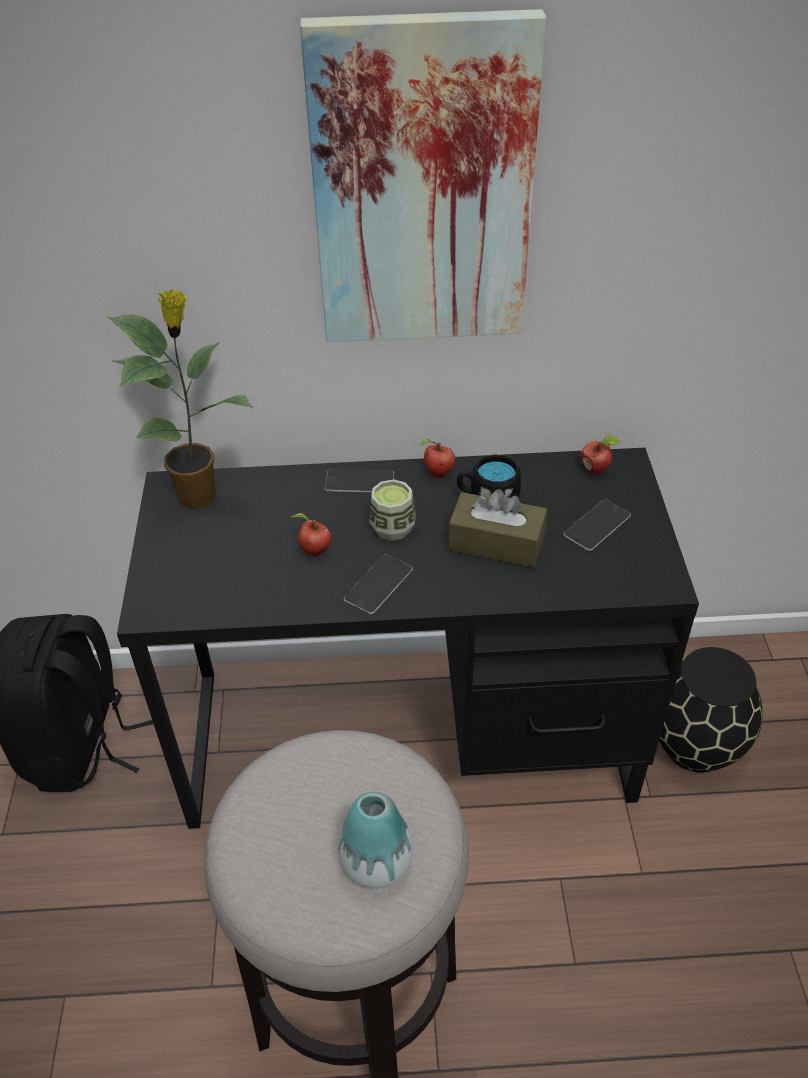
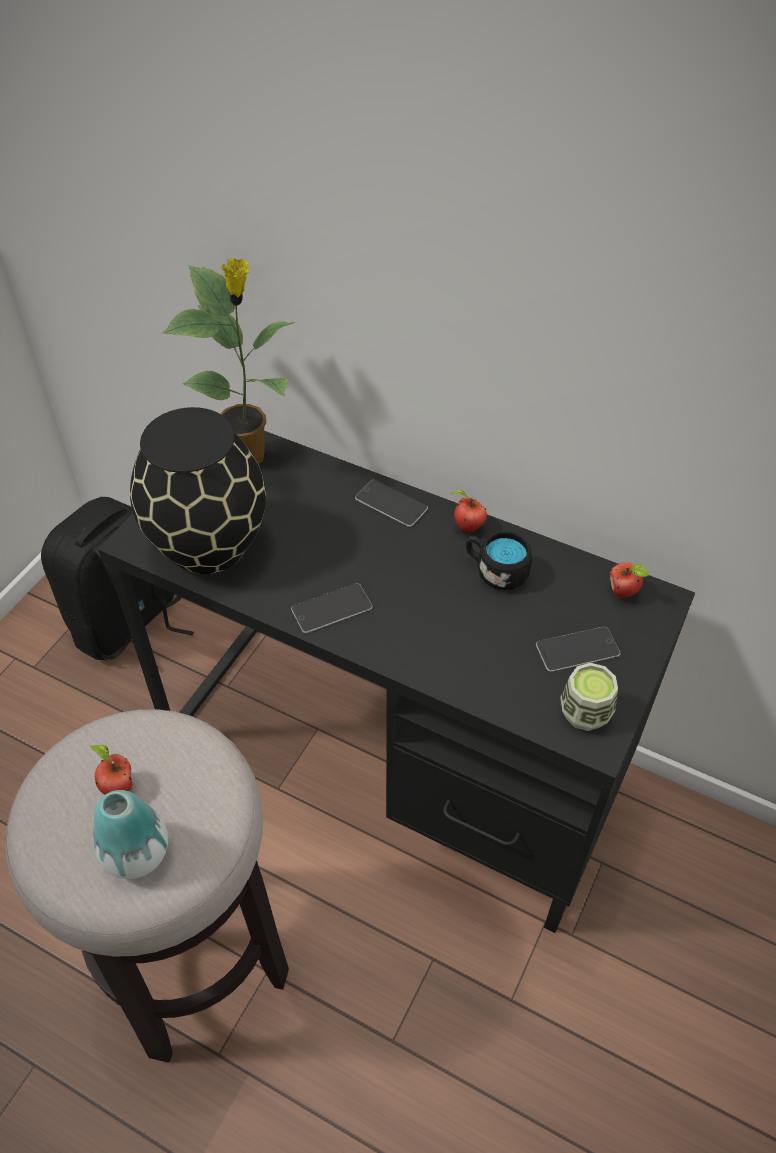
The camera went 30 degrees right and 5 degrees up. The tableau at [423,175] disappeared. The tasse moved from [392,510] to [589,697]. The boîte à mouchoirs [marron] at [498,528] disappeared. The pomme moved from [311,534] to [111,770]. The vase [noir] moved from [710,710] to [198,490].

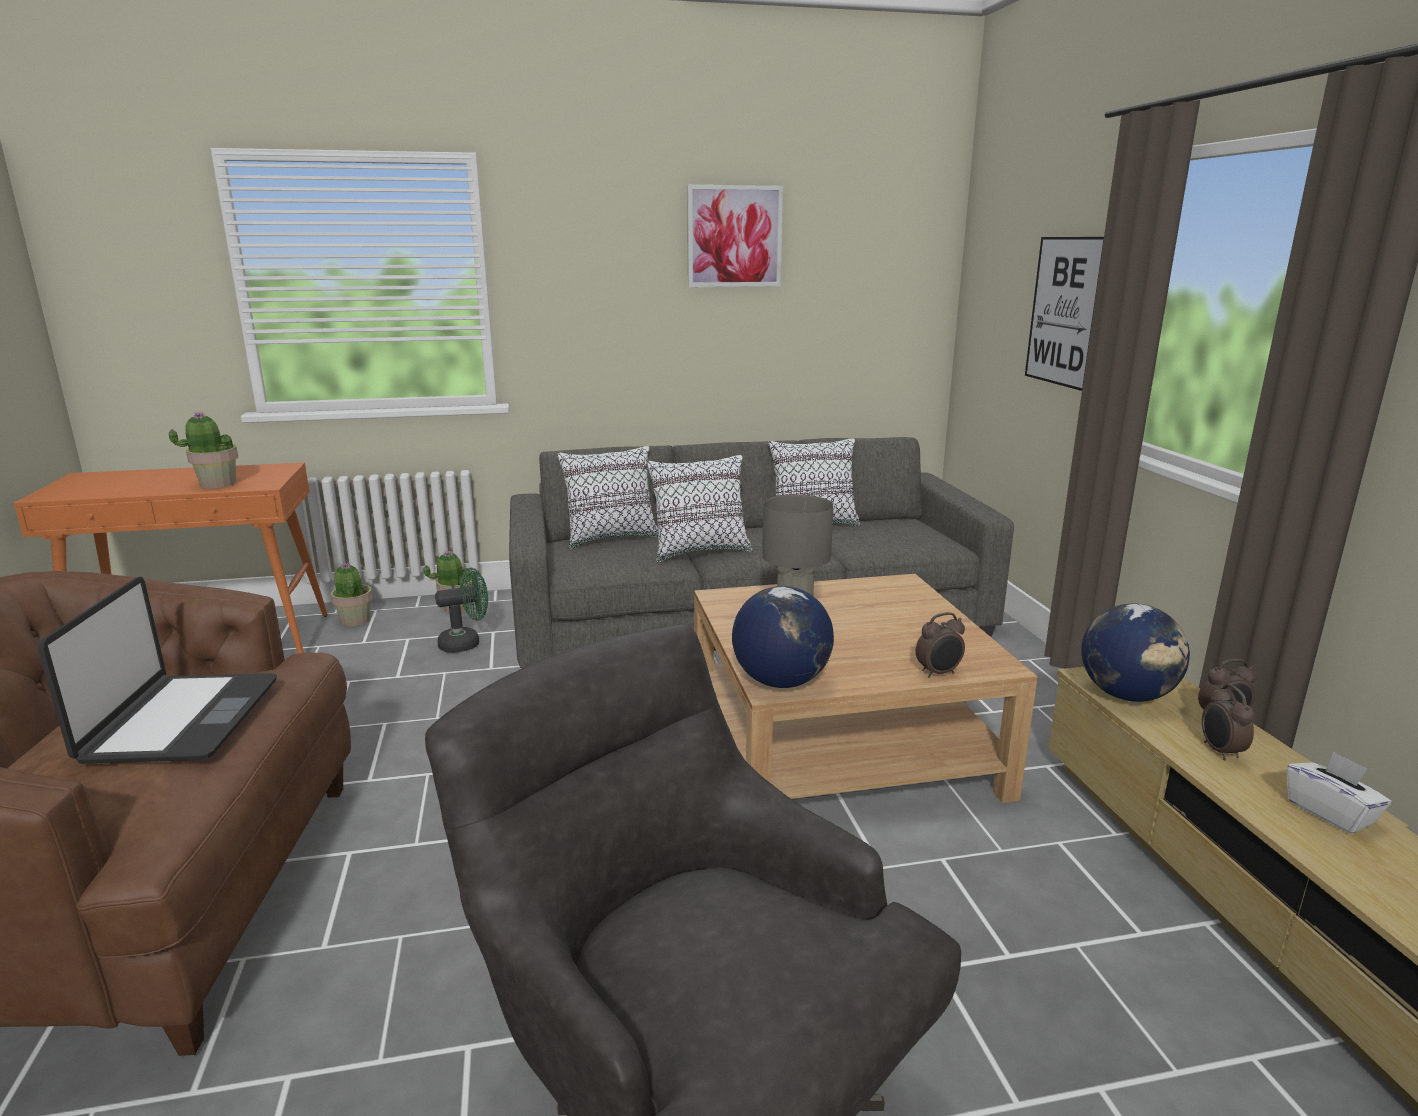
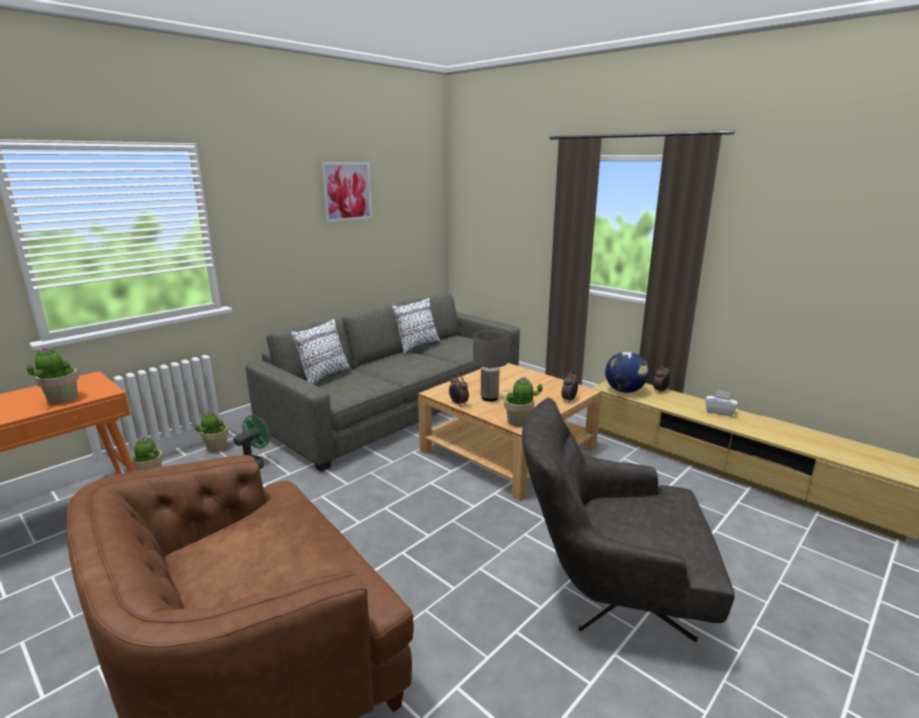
The camera went 35 degrees left and 0 degrees up. The tableau at [1064,314] disappeared. The coussin [blanc] at [699,509] disappeared. The ordinateur portable at [157,670] disappeared. The globe at [783,637] was replaced by the plante en pot at [523,401]. The réveil moved from [1228,722] to [459,391].

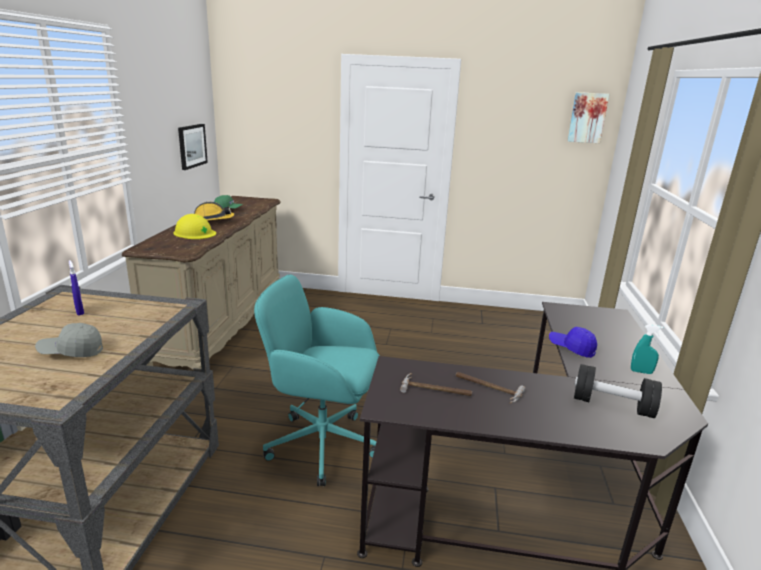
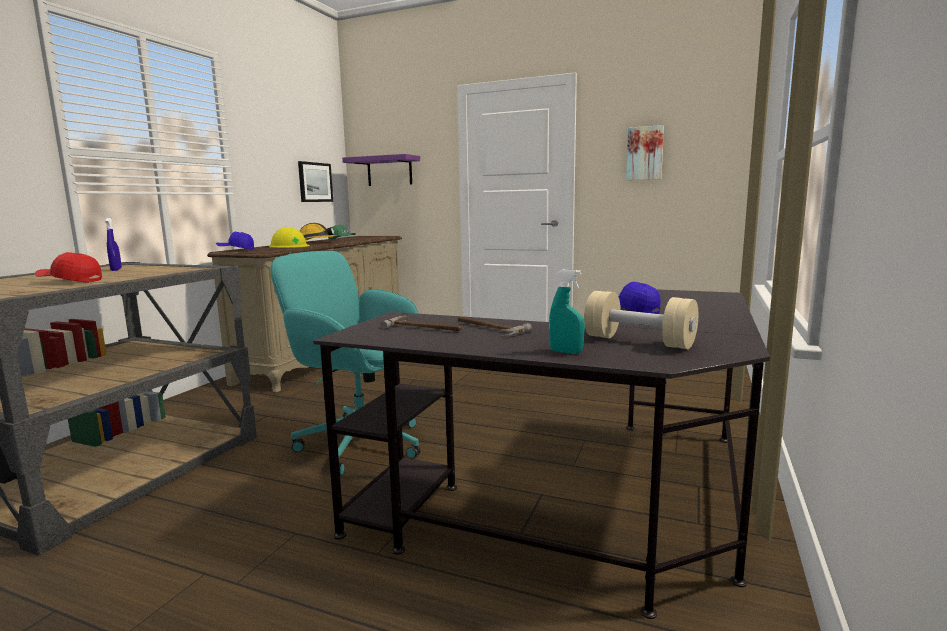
The camera went 15 degrees right and 10 degrees down. The tableau moved from [588,117] to [645,152]. The casquette [gris] at [69,340] became the casquette [rouge] at [68,267]. The vaporisateur [turquoise] moved from [647,349] to [567,312]. The haltère [noir] at [618,391] became the haltère [beige] at [641,320]. The étagère [violet] at [381,170] appeared. The casquette [bleu] at [235,241] appeared.

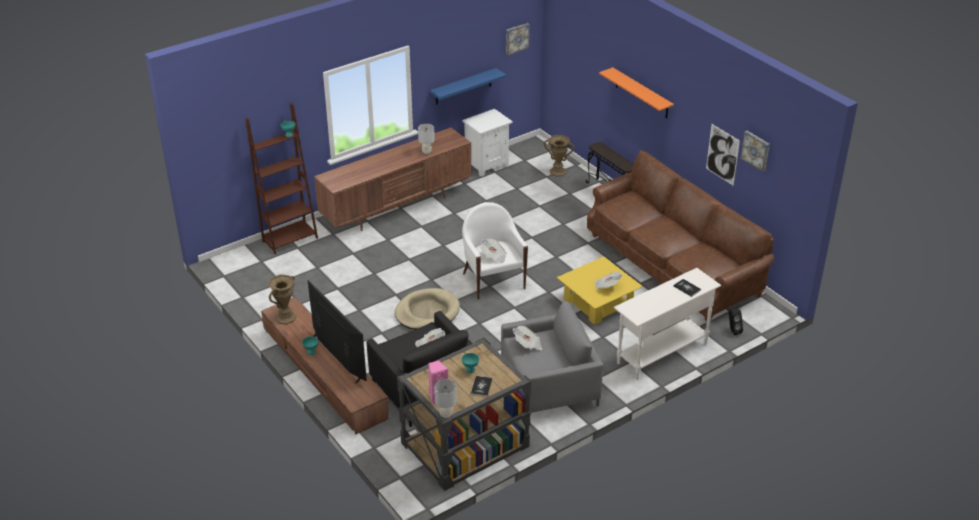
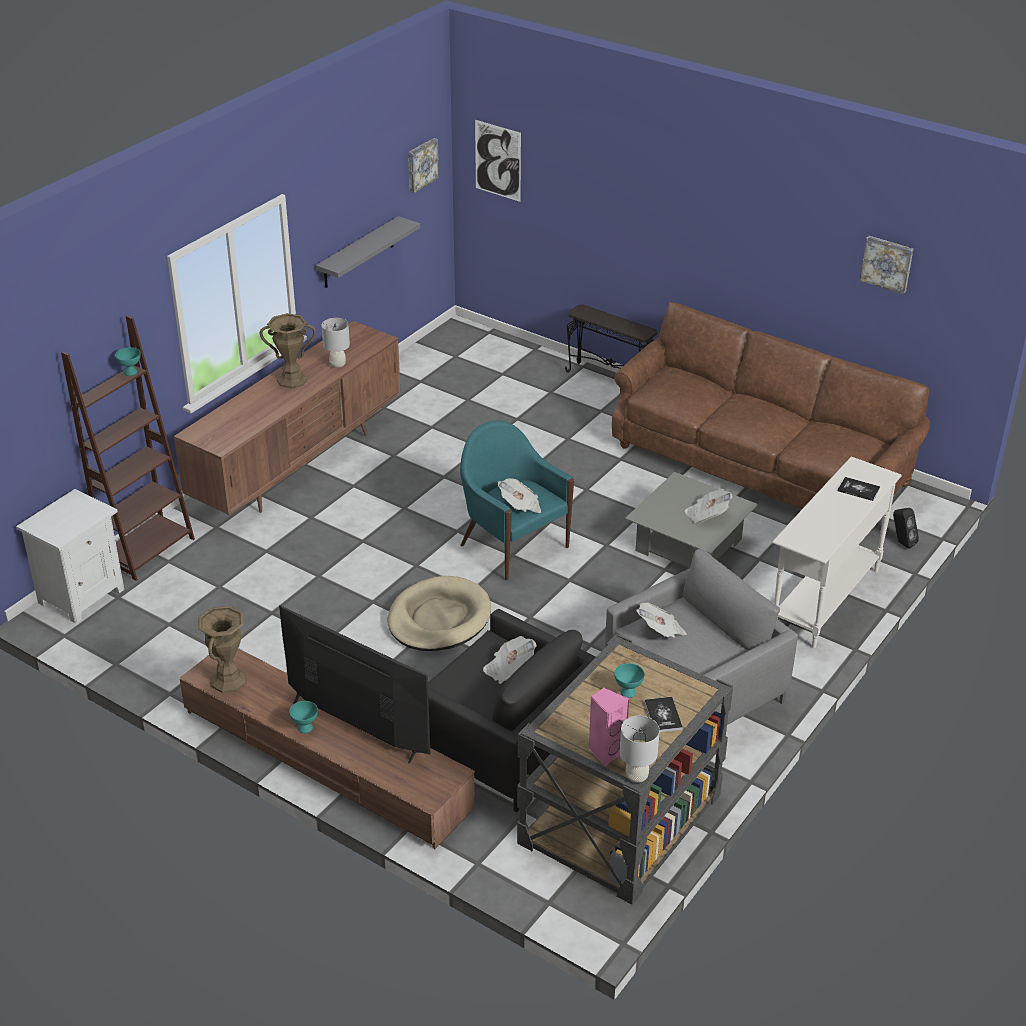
The camera went 20 degrees left and 0 degrees up. The étagère [orange] at [636,92] disappeared. The étagère [bleu] at [468,86] became the étagère [gris] at [368,252]. The table de chevet [blanc] moved from [487,142] to [70,556]. The tableau moved from [723,155] to [498,161]. The vase [marron] moved from [559,156] to [287,350]. The fauteuil [blanc] at [495,251] became the fauteuil [turquoise] at [517,500]. The table basse [jaune] at [600,290] became the table basse [gris] at [691,520].

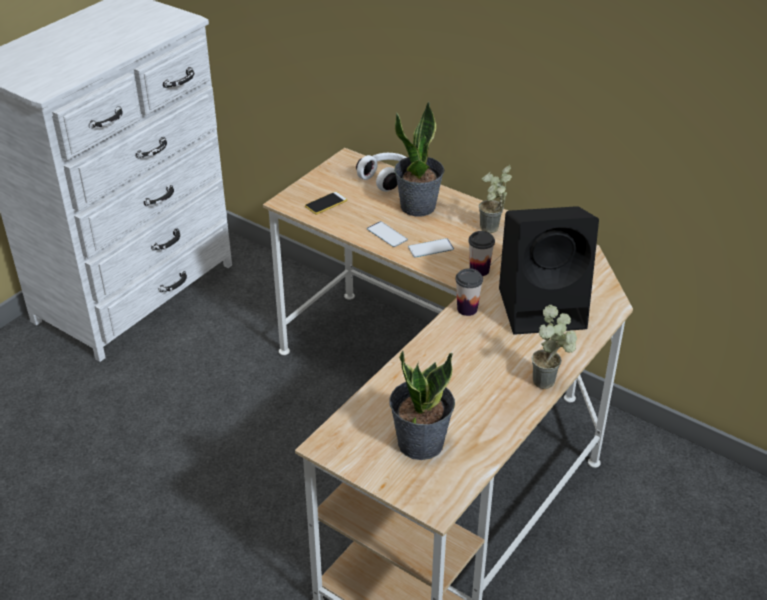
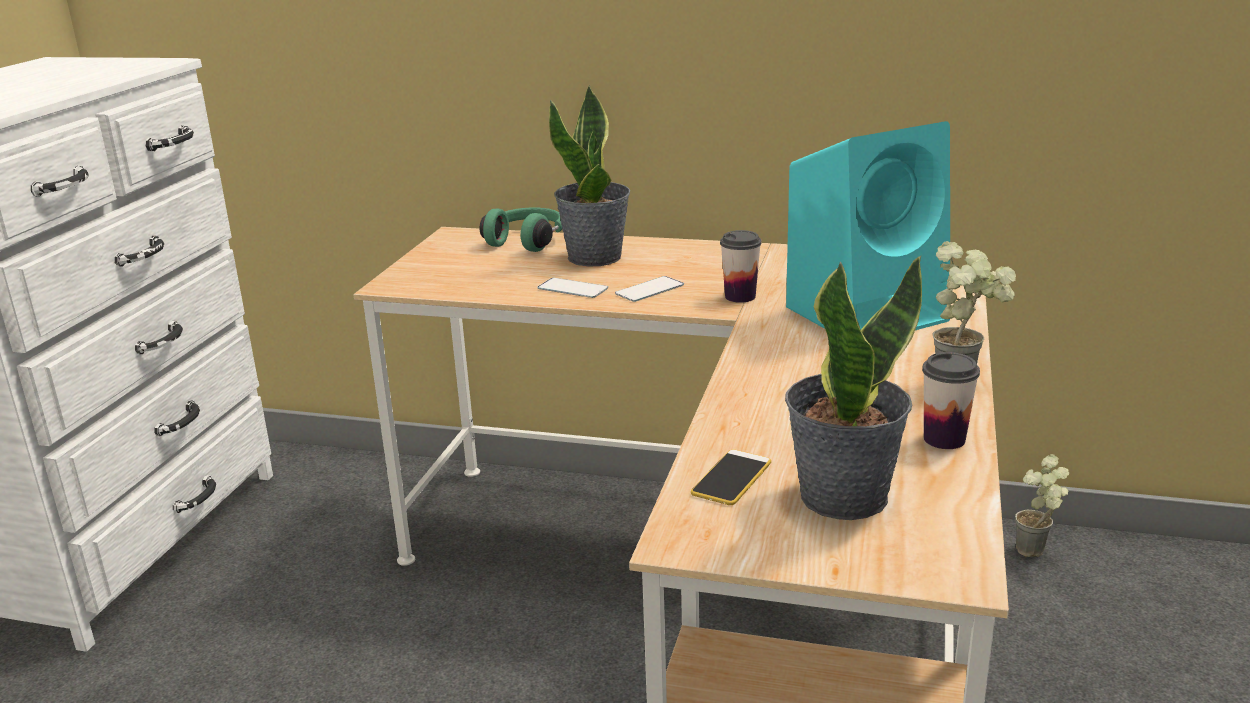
The camera went 20 degrees left and 15 degrees down. The casque audio [blanc] at [381,172] became the casque audio [vert] at [521,230]. The plante en pot moved from [495,199] to [1042,505]. The téléphone moved from [326,203] to [731,477]. The enceinte [noir] at [549,270] became the enceinte [turquoise] at [868,225]. The tasse moved from [469,292] to [951,400].

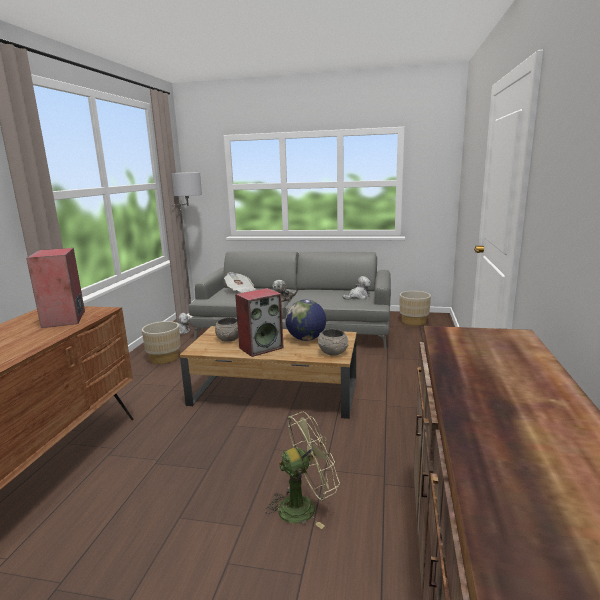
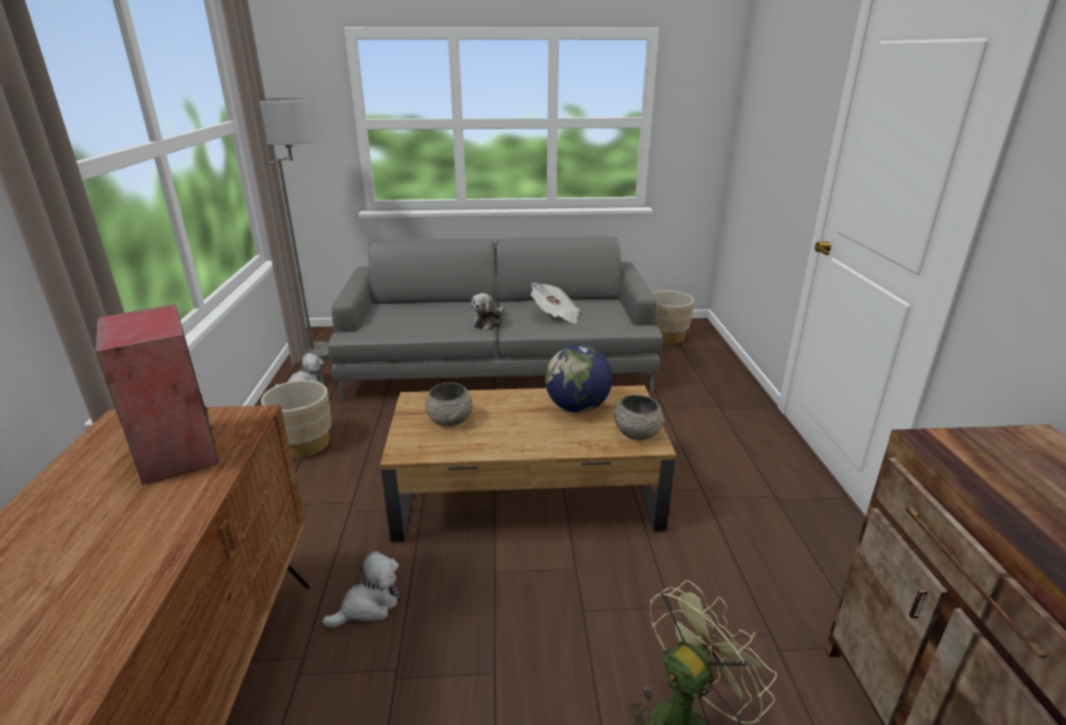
The camera went 15 degrees left and 10 degrees up. The journal moved from [240,282] to [555,303]. The peluche moved from [357,288] to [360,589]. The enceinte at [259,322] disappeared.

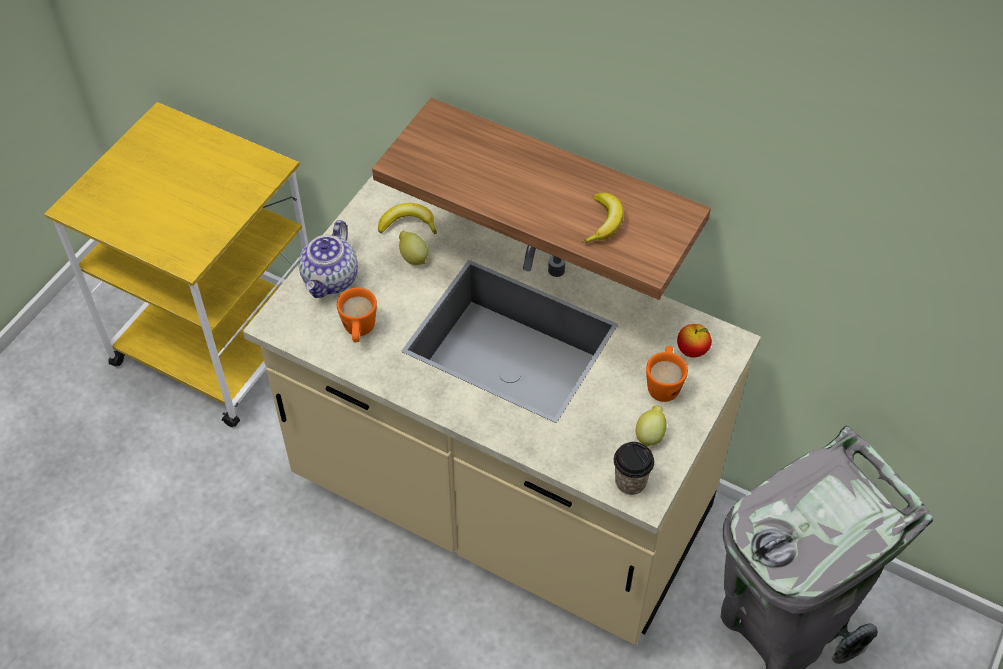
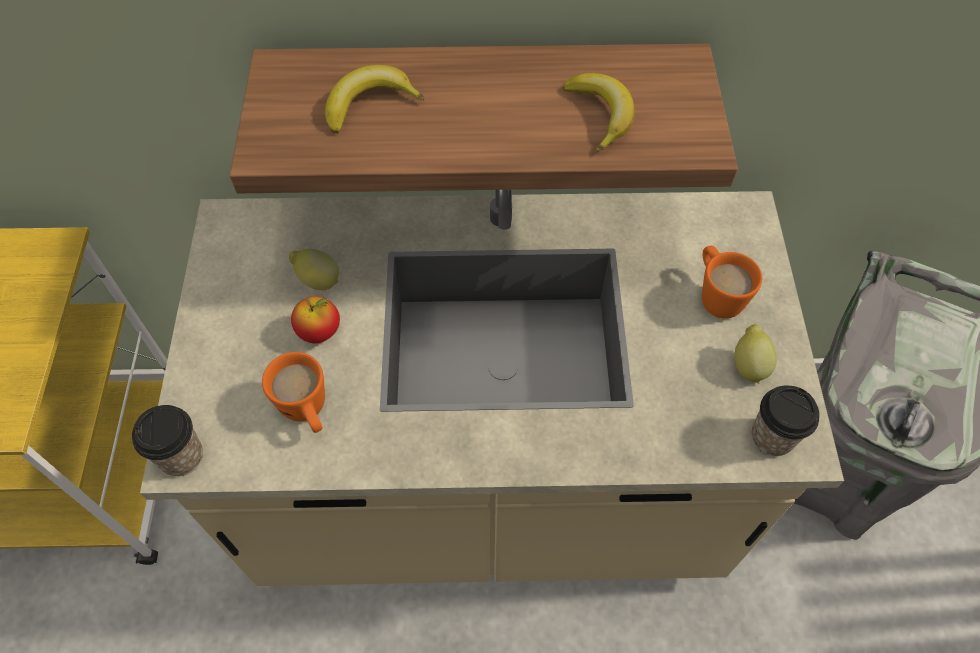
The camera went 30 degrees left and 5 degrees up. The banane moved from [407,218] to [374,99]. The théière at [328,259] disappeared. The pomme moved from [694,340] to [315,319]. The tasse at [167,440] appeared.

